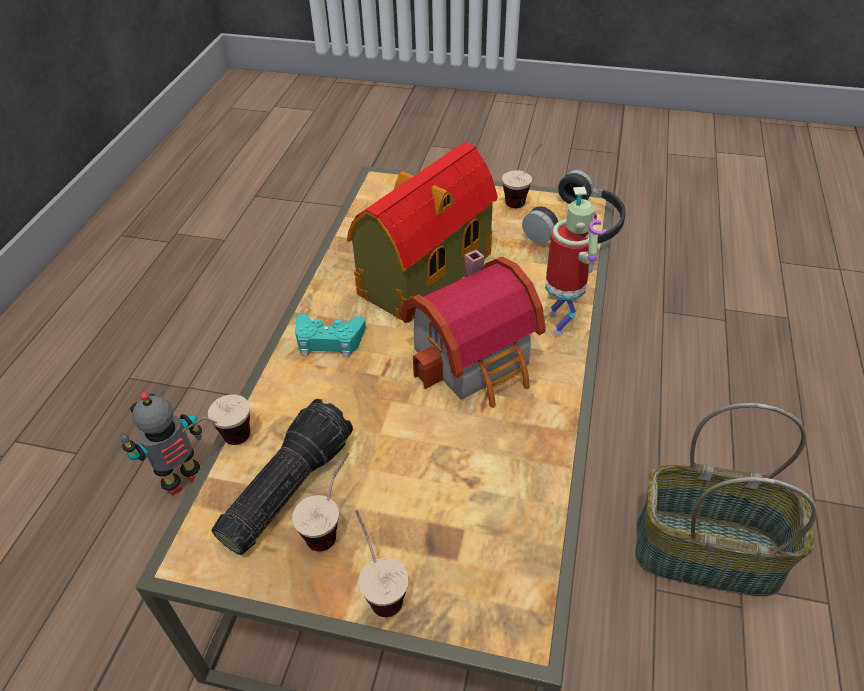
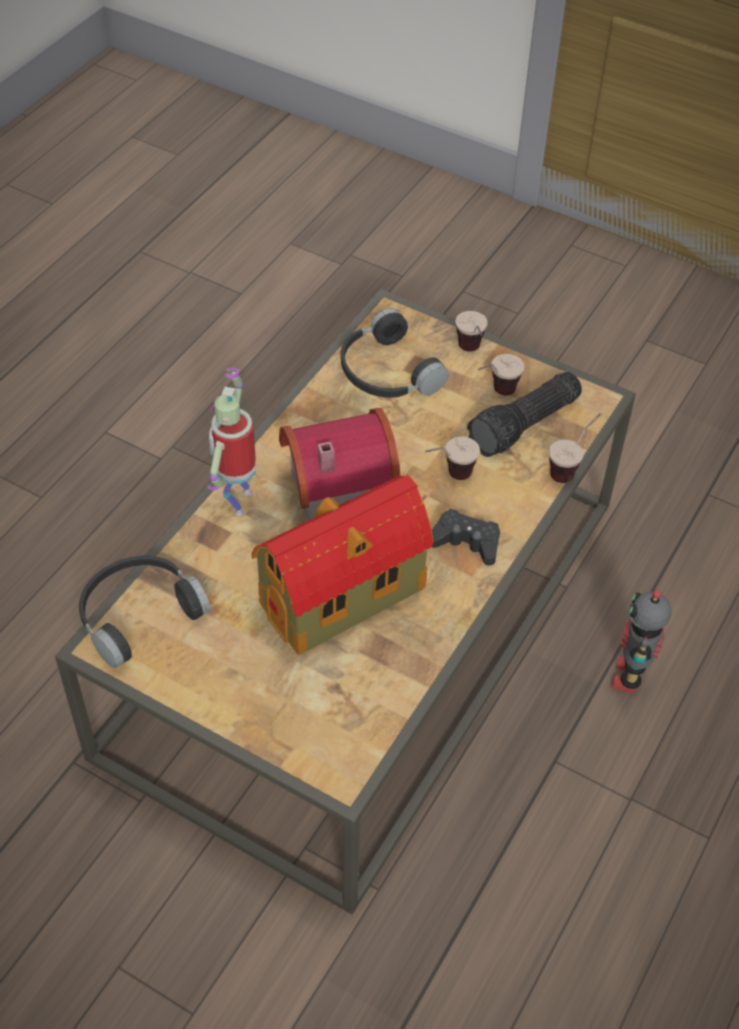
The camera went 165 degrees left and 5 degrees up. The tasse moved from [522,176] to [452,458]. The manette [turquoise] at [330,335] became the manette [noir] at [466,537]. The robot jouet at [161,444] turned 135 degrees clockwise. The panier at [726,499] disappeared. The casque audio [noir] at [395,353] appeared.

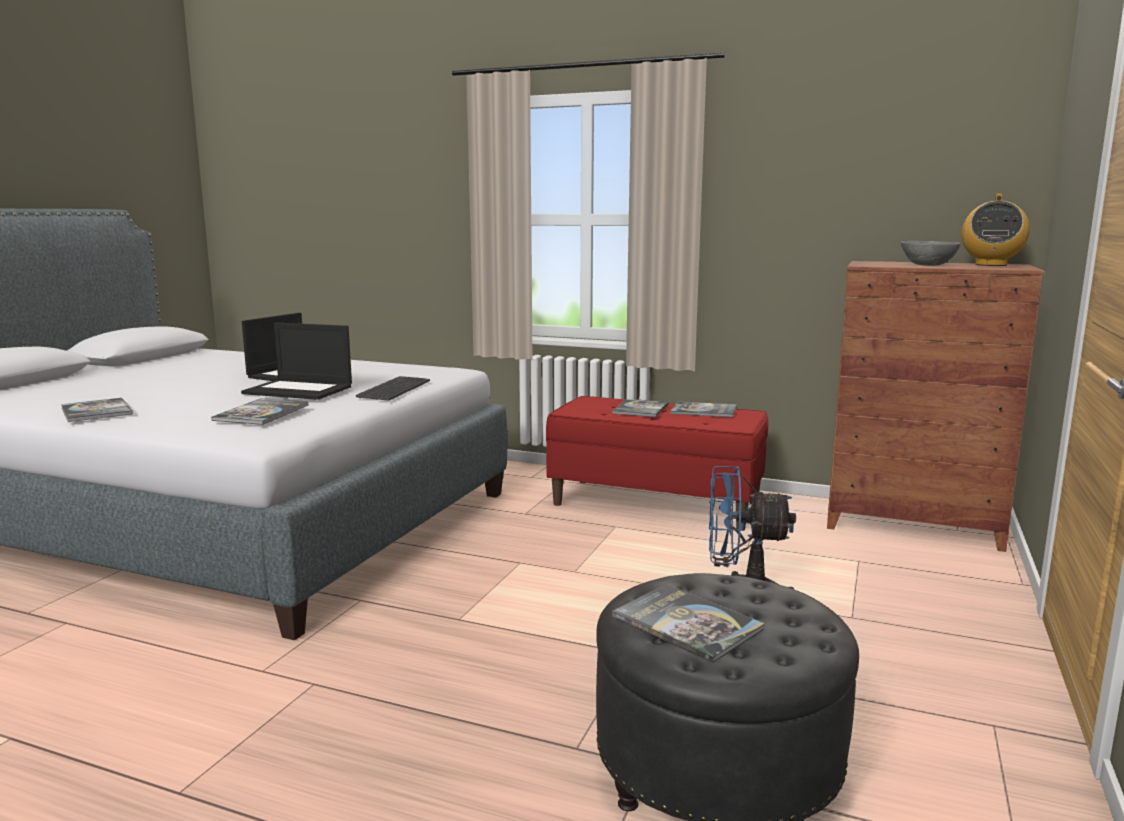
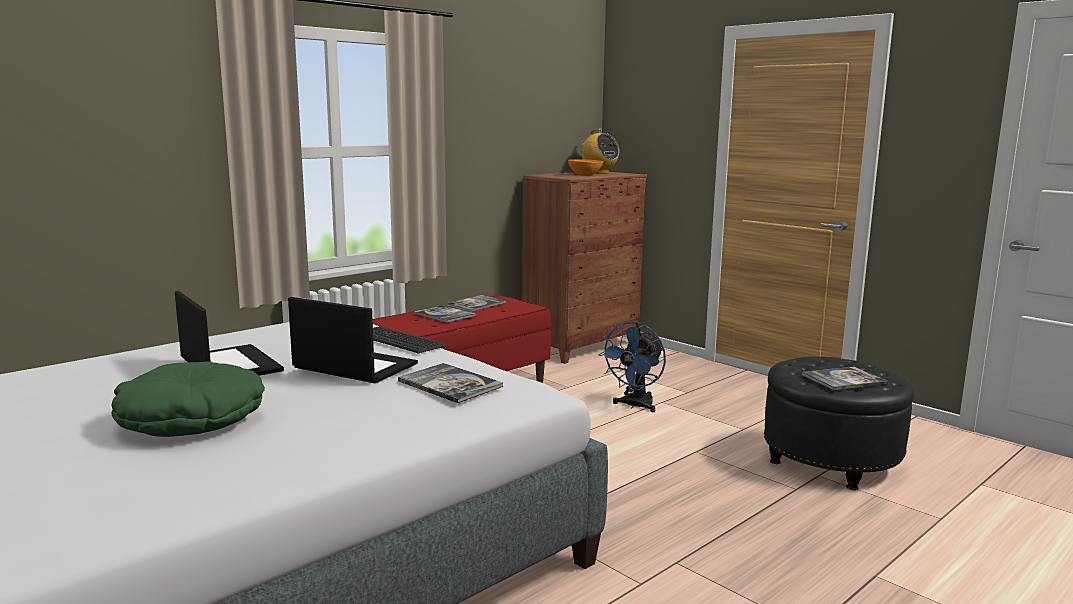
The camera went 65 degrees left and 0 degrees up. The bol [gris] at [930,253] became the bol [orange] at [585,167]. The ordinateur portable at [296,361] turned 105 degrees counterclockwise. The livre at [97,410] disappeared. The coussin [vert] at [188,399] appeared.

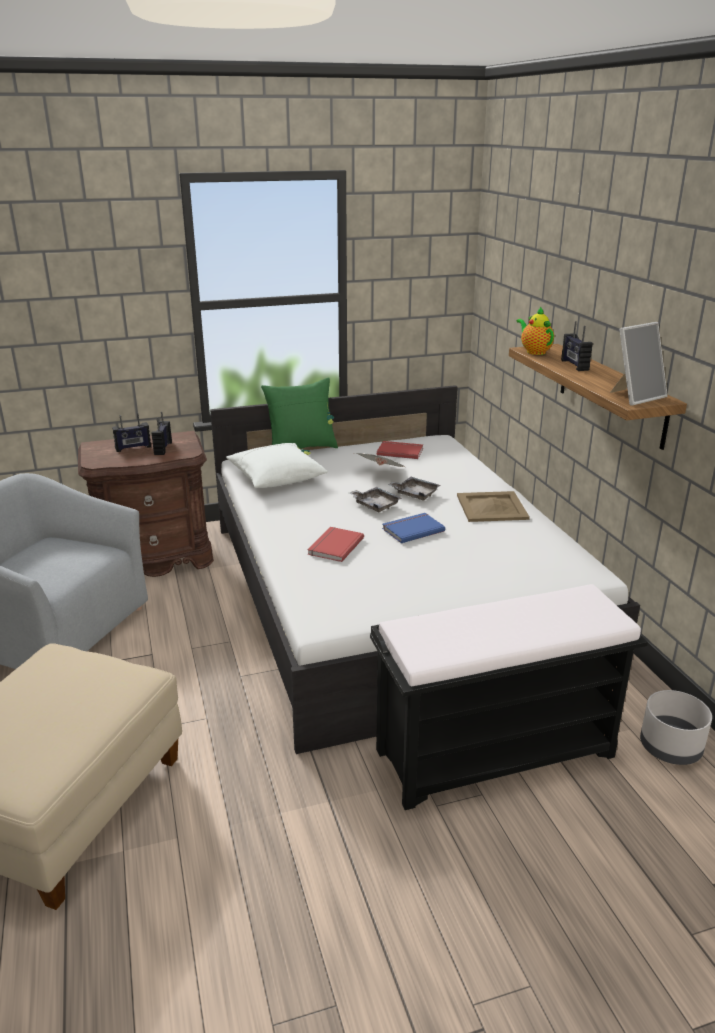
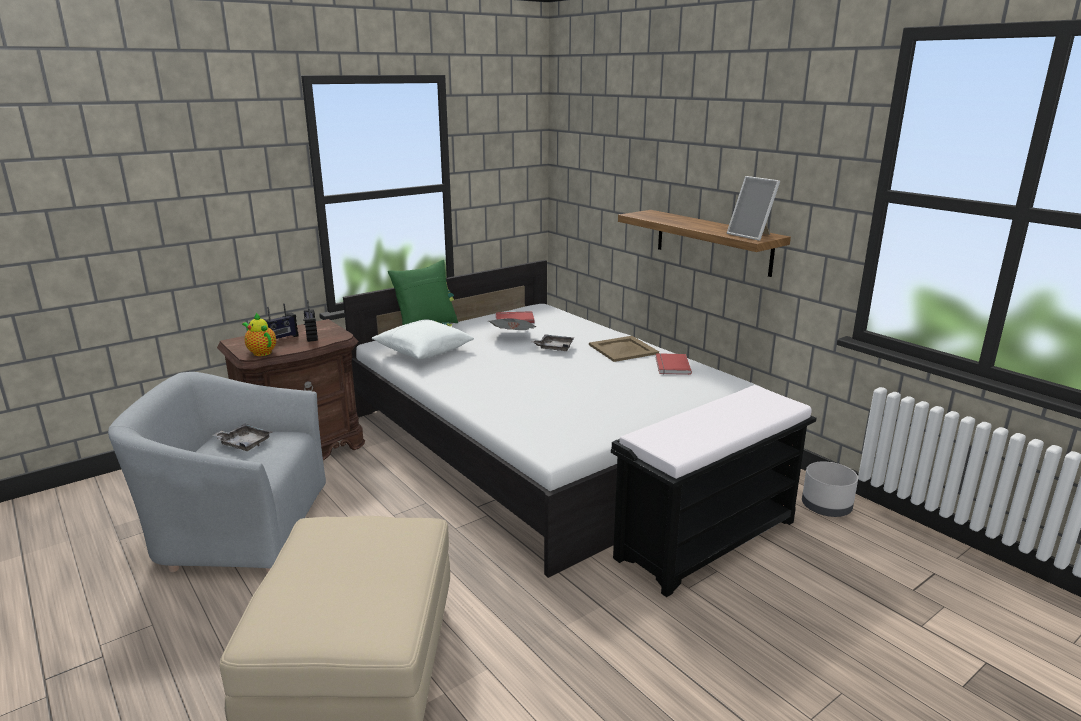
The camera went 20 degrees left and 5 degrees down. The théière moved from [535,331] to [259,334]. The radio at [577,346] disappeared. The cadre photo at [639,364] turned 105 degrees clockwise. The plateau [gris] moved from [375,499] to [242,437]. The livre [bleu] at [413,528] disappeared. The livre [rouge] moved from [335,544] to [673,364].

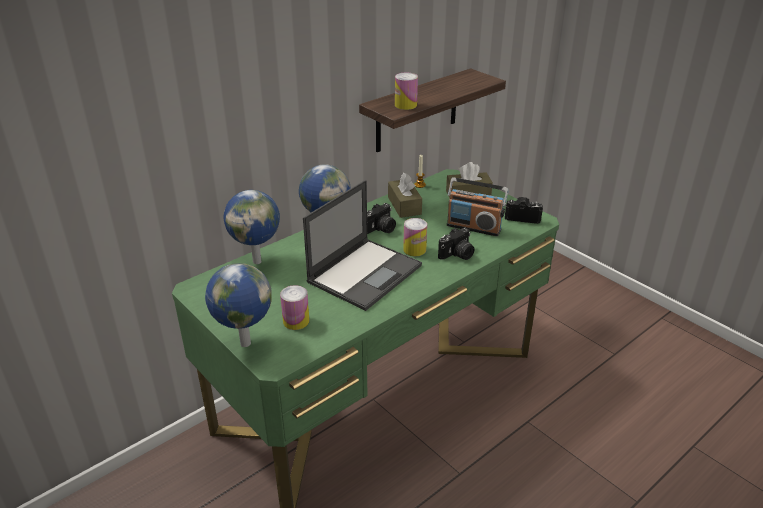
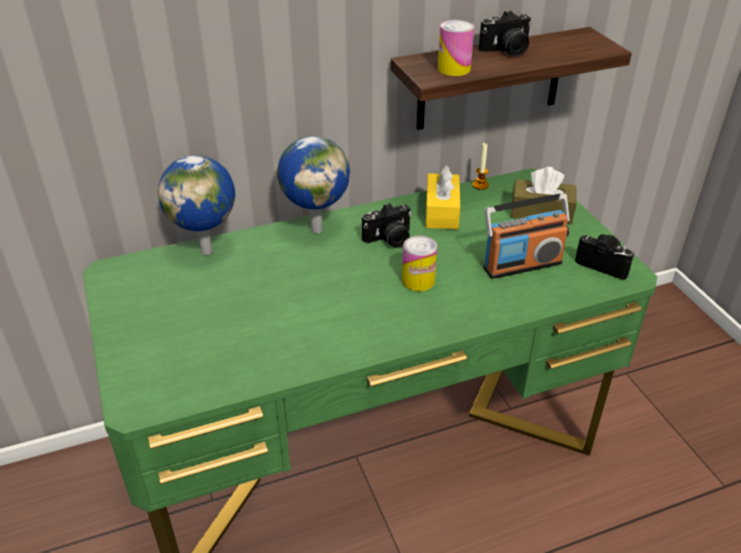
The camera went 20 degrees right and 5 degrees up. The boîte à mouchoirs [marron] at [405,195] became the boîte à mouchoirs [jaune] at [443,197]. The radio at [478,206] turned 60 degrees counterclockwise. The ordinateur portable at [362,245] disappeared. The appareil photo moved from [456,244] to [505,33]. The globe at [238,305] disappeared. The boîte métallique at [294,307] disappeared.

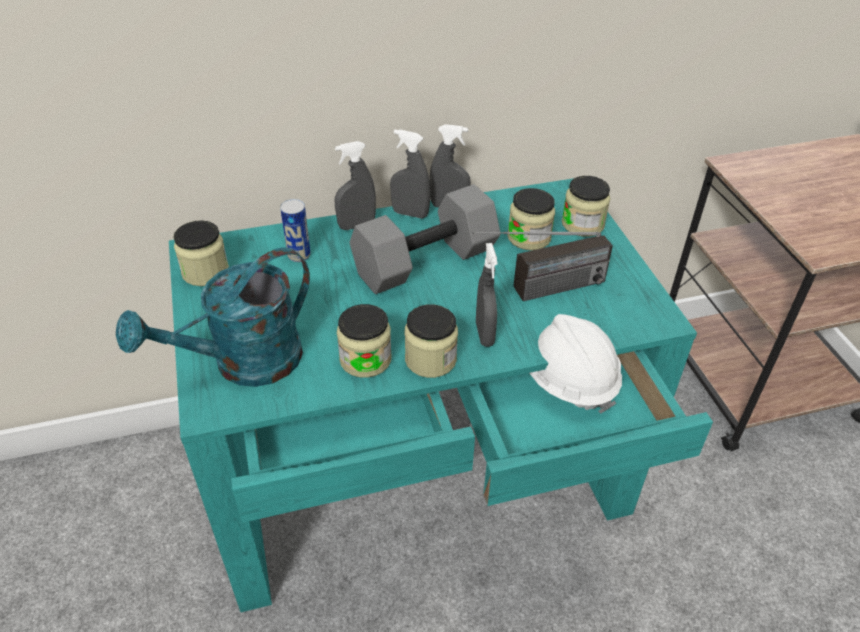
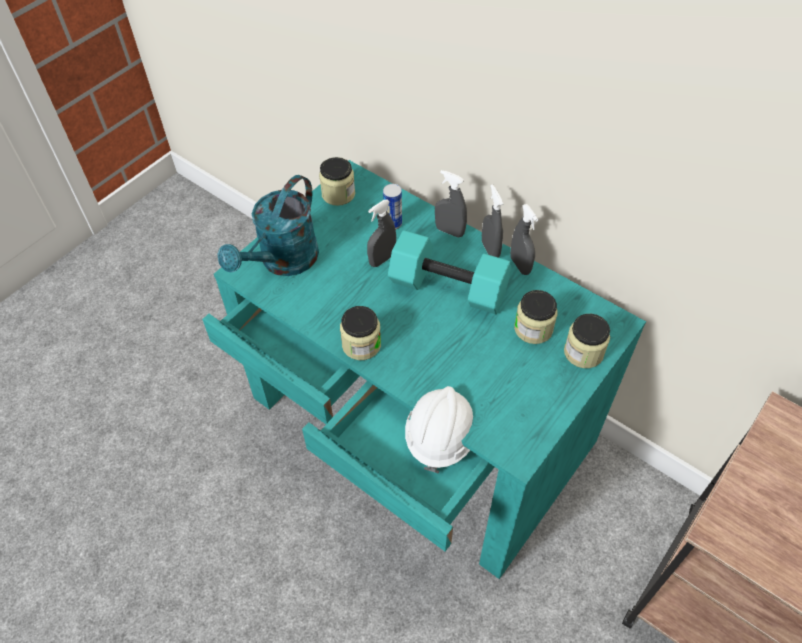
The camera went 55 degrees right and 10 degrees up. The haltère [gris] at [425,239] became the haltère [turquoise] at [450,272]. The radio at [542,266] disappeared. The vaporisateur [gris] moved from [487,295] to [381,233]. The arrosoir [turquoise] at [213,317] turned 75 degrees counterclockwise. The bocal at [364,341] disappeared.

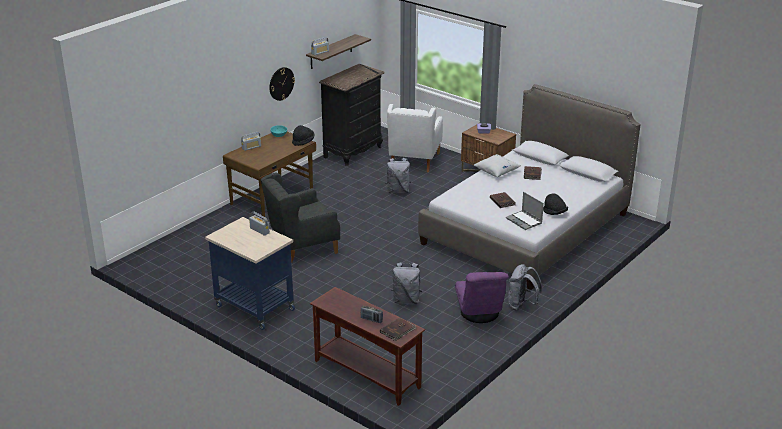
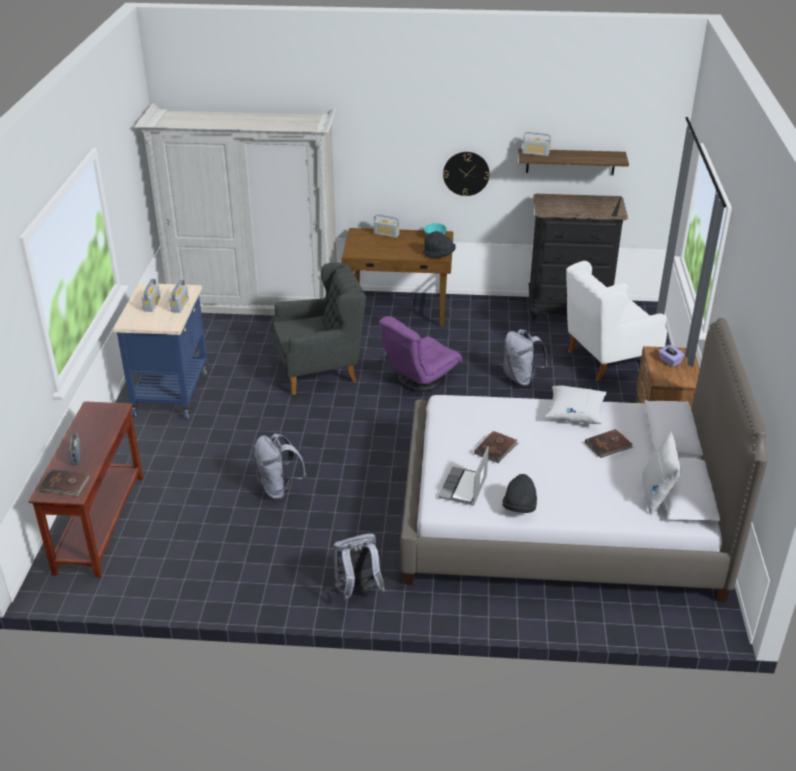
The camera went 55 degrees right and 5 degrees up. The fauteuil [gris] at [300,218] turned 135 degrees clockwise. The fauteuil [violet] moved from [482,297] to [420,353]. The armoire [blanc] at [235,209] appeared. The radio at [151,295] appeared. The coussin [gris] at [661,473] appeared.

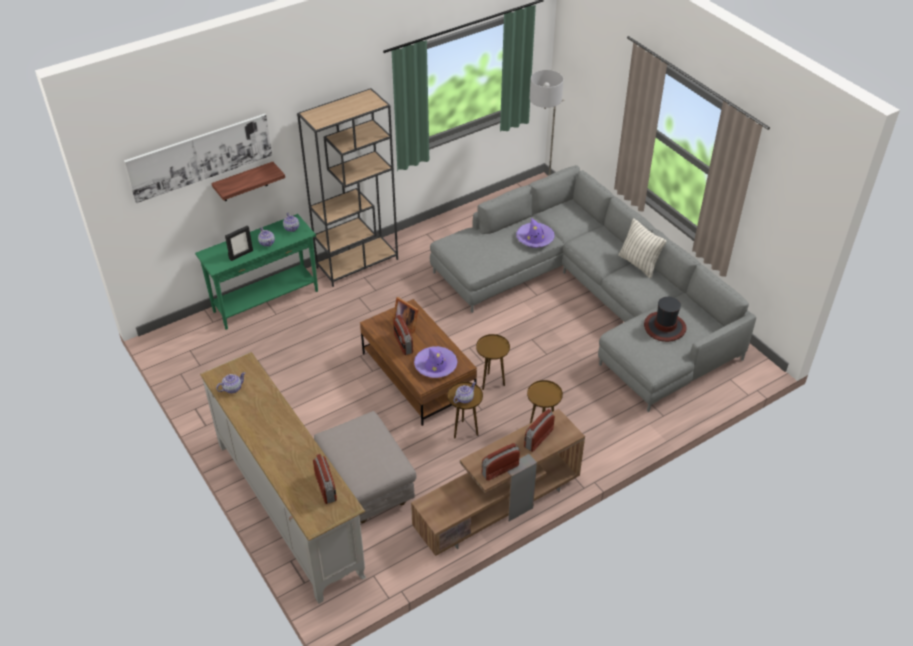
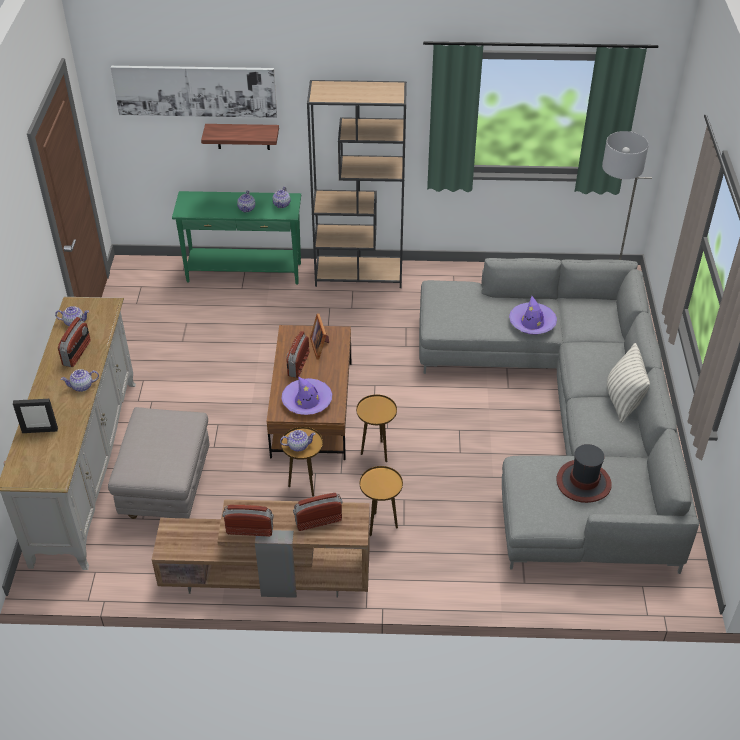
The camera went 35 degrees right and 0 degrees up. The cadre photo moved from [239,243] to [35,416]. The radio moved from [325,479] to [74,342]. The théière at [80,380] appeared.

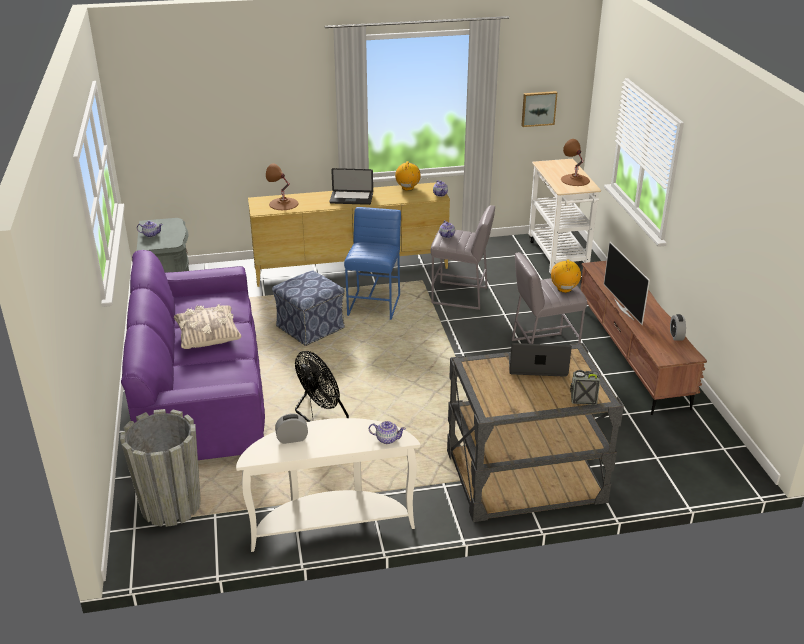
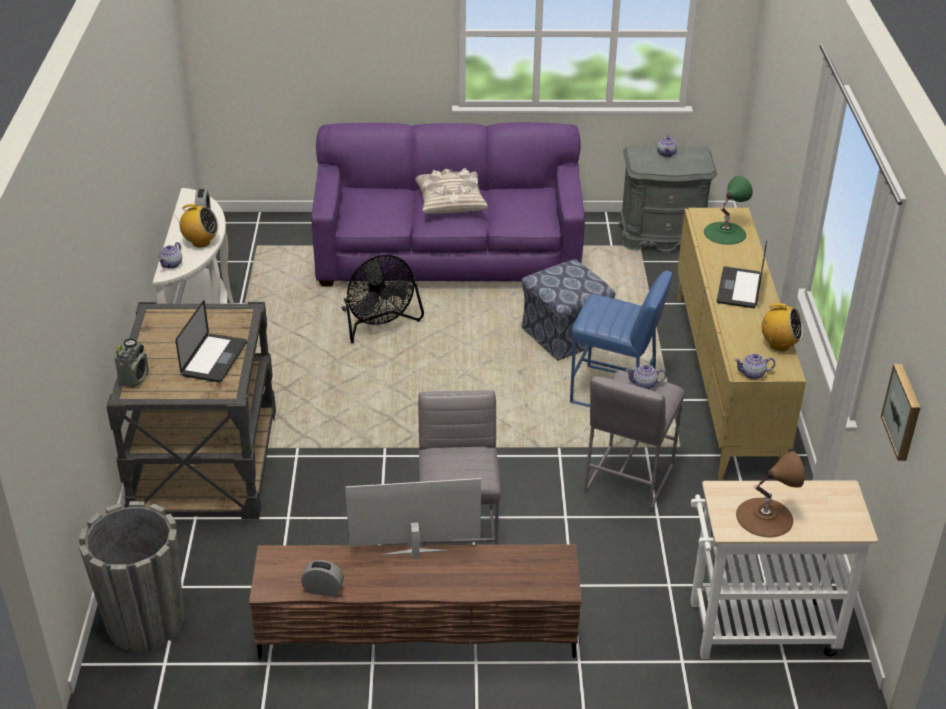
The camera went 100 degrees right and 5 degrees up. The lampe de table [marron] at [282,186] became the lampe de table [vert] at [728,210]. The radio moved from [566,276] to [198,225]. The cache-pot [gris] moved from [160,468] to [131,576].

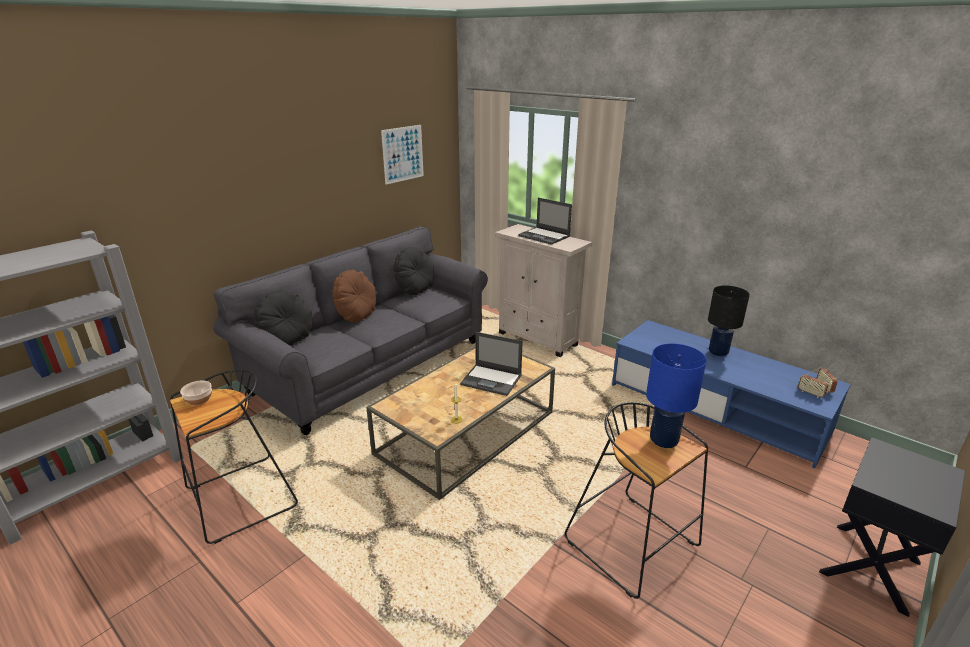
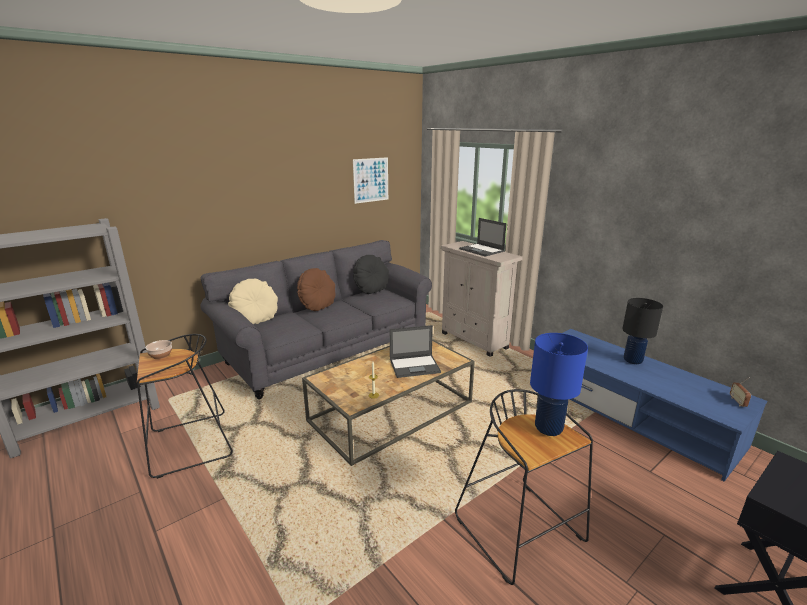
The camera went 10 degrees right and 5 degrees down. The coussin [noir] at [283,317] became the coussin [beige] at [253,301]. The ordinateur portable at [491,364] turned 45 degrees counterclockwise. The radio at [813,383] disappeared.

